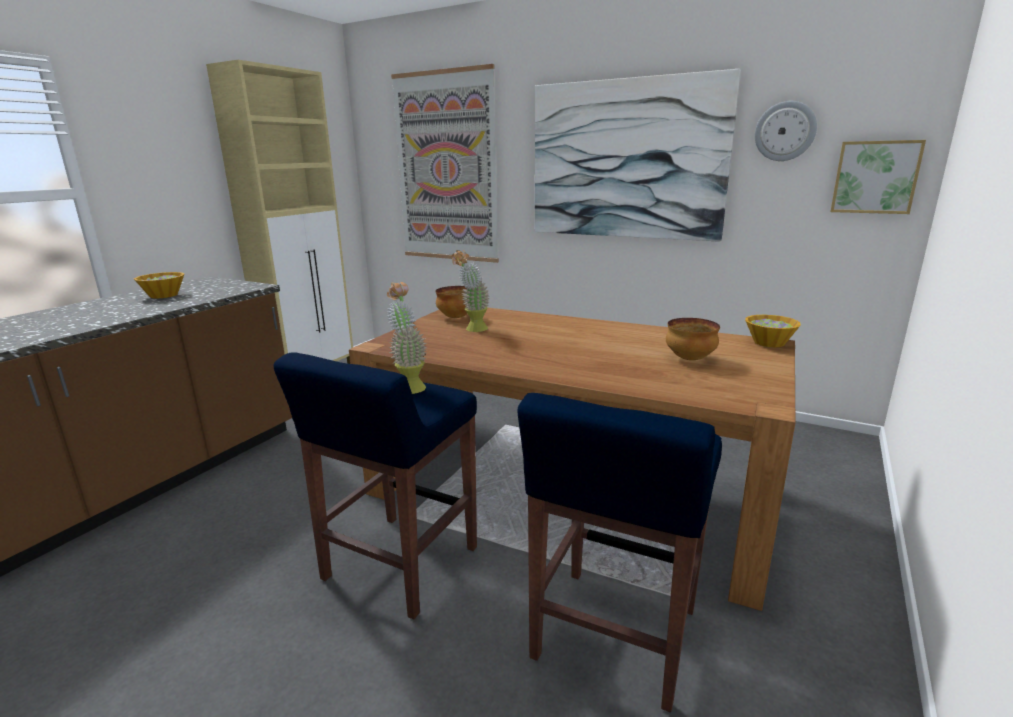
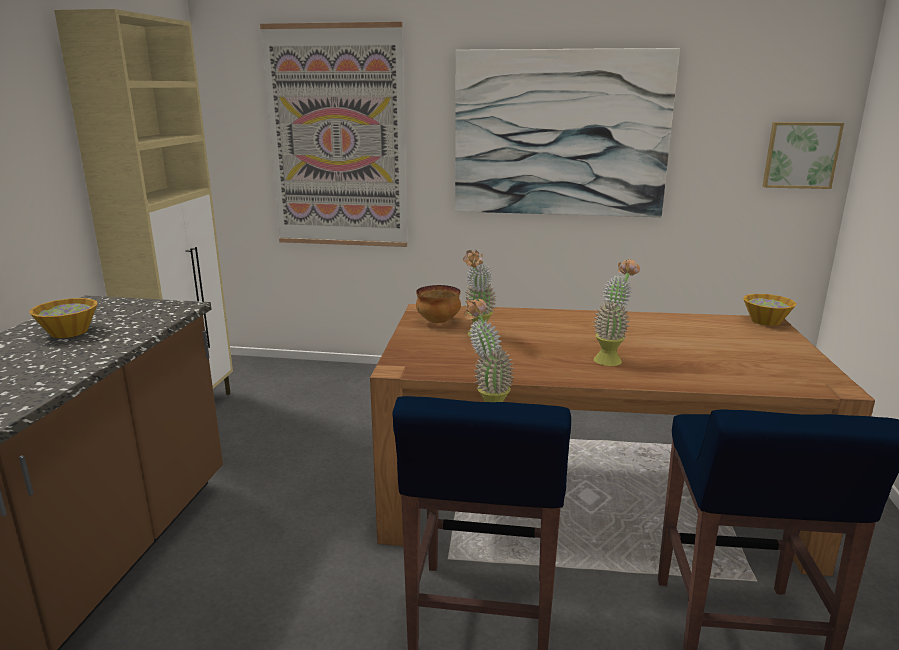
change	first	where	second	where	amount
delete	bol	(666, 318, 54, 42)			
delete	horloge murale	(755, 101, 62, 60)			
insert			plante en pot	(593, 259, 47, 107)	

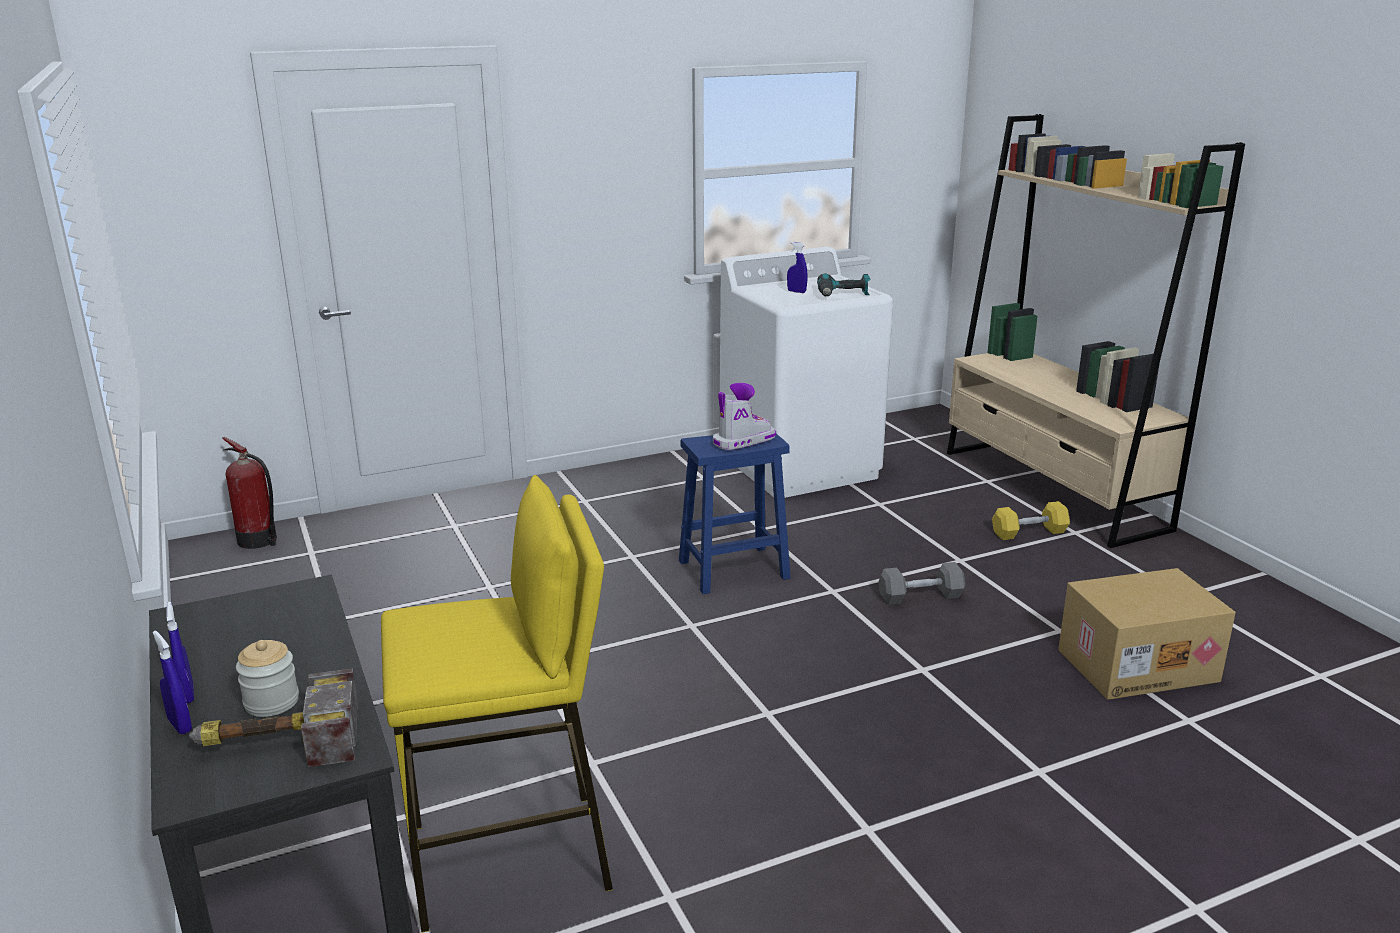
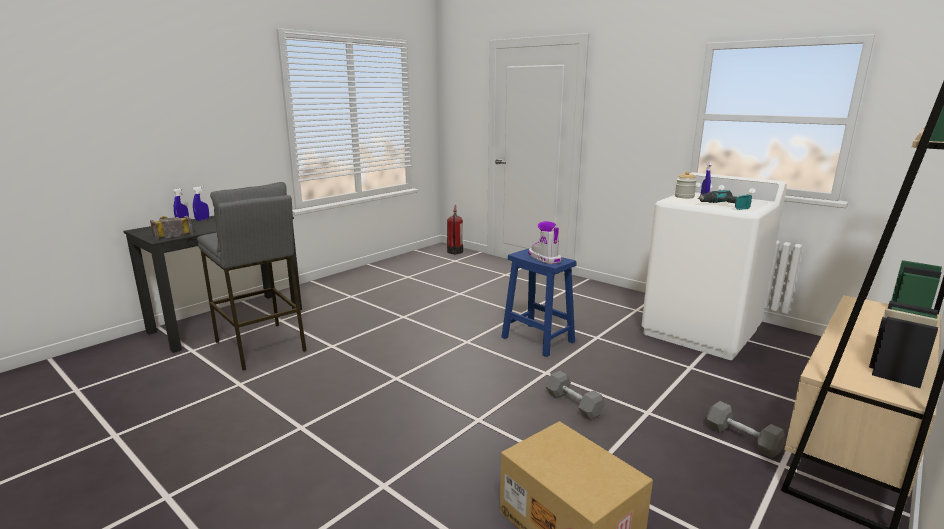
change	first	where	second	where	amount
move	bocal	(236, 640, 63, 77)		(675, 171, 22, 27)	
recolor	tabouret (jaune)	(381, 475, 232, 458)	tabouret (gris)	(197, 182, 110, 189)	
recolor	haltère (jaune)	(992, 501, 78, 39)	haltère (gris)	(707, 401, 78, 57)	
rotate	botte	(713, 383, 63, 67)		(528, 221, 34, 43)	150 degrees counterclockwise

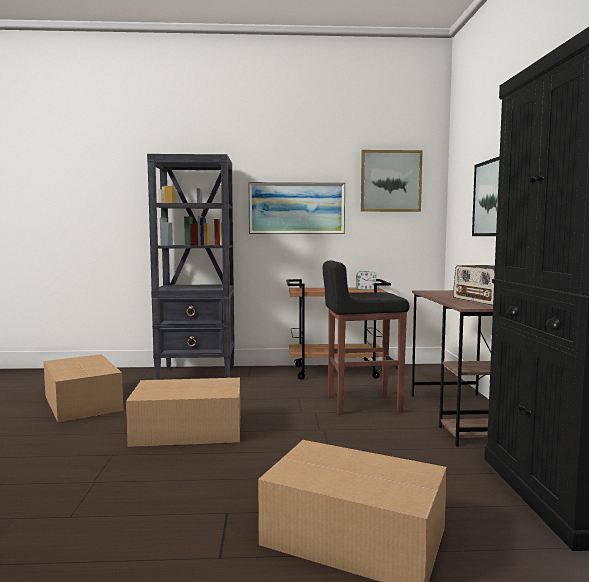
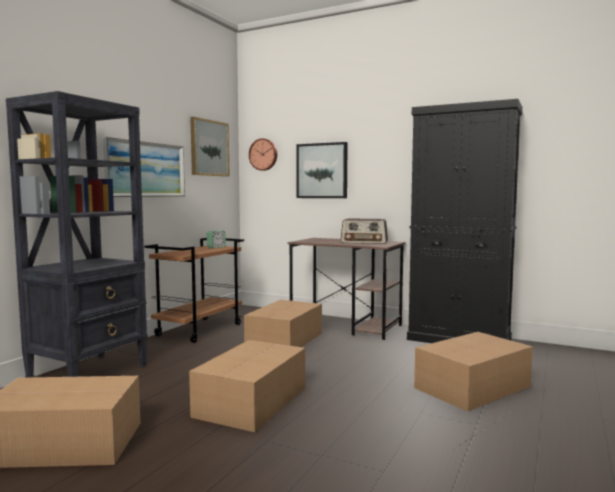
change	first	where	second	where	amount
insert			horloge murale	(249, 138, 28, 33)	
replace	tabouret (noir)	(323, 260, 87, 155)	carton	(244, 300, 78, 47)	

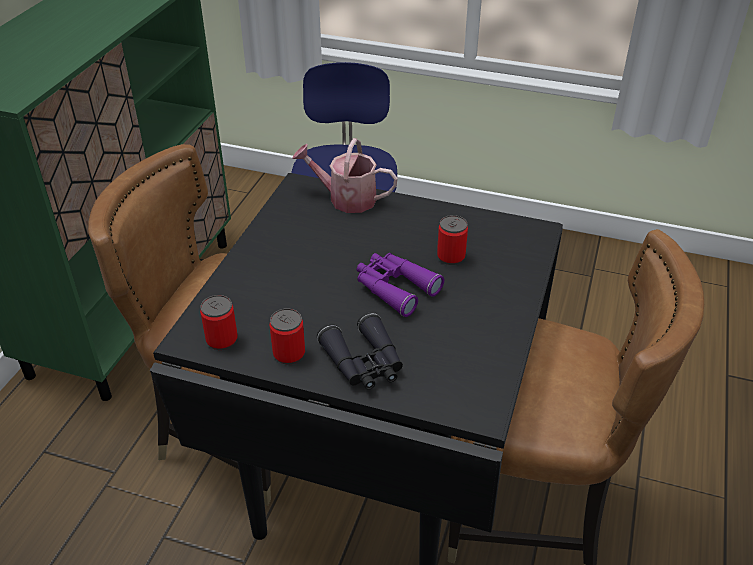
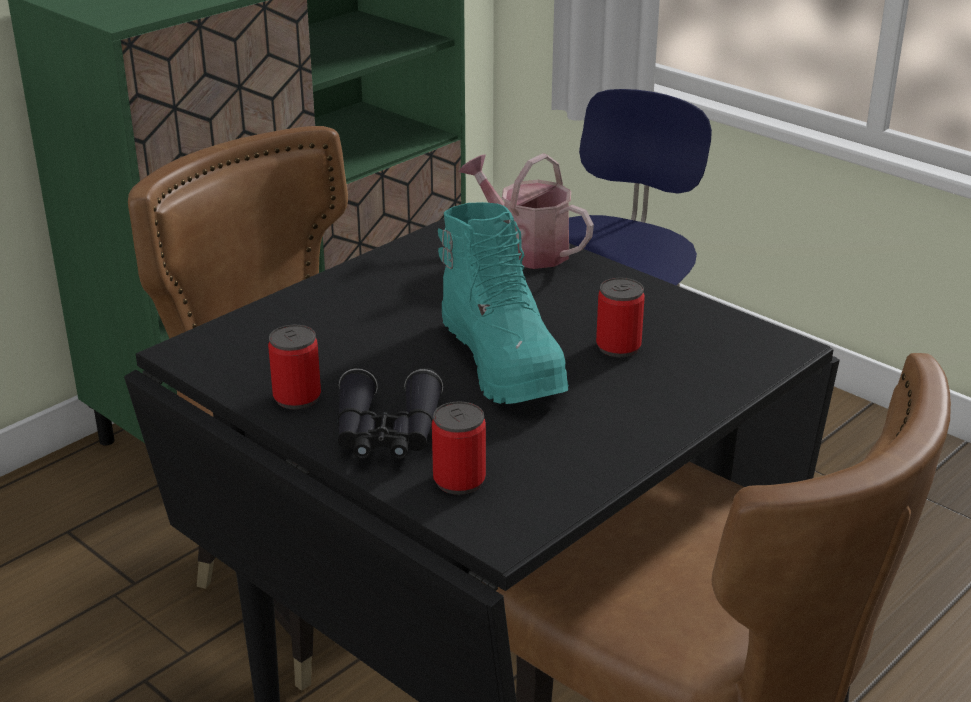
change	first	where	second	where	amount
move	boîte métallique	(200, 295, 38, 55)		(432, 401, 54, 94)	
replace	jumelles (violet)	(357, 253, 87, 64)	botte (turquoise)	(438, 202, 131, 202)	

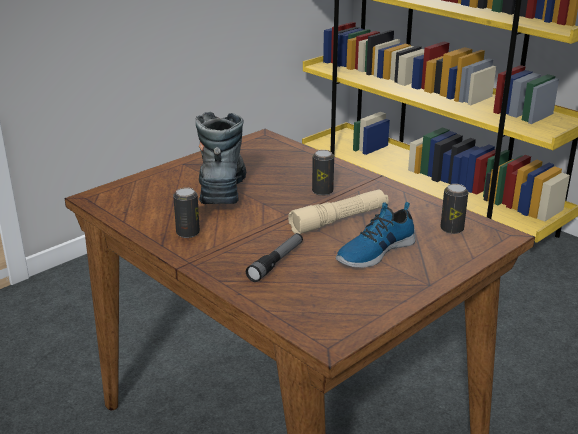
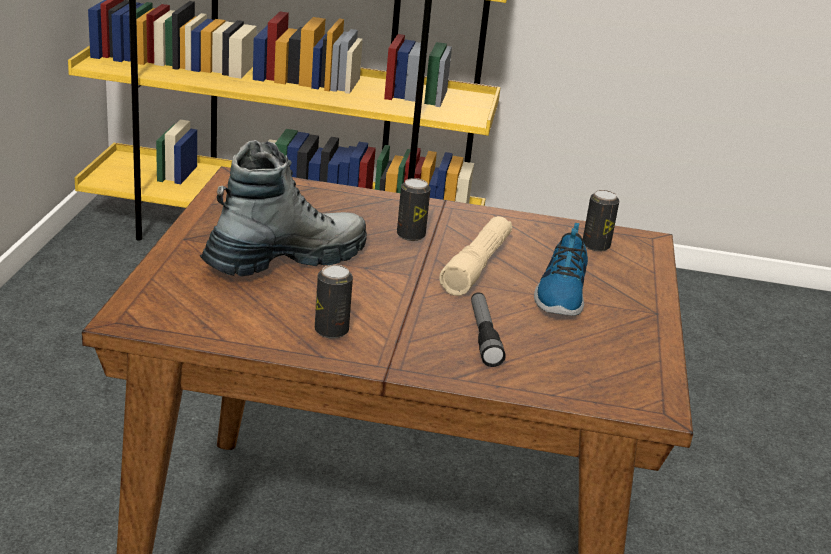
change	first	where	second	where	amount
rotate	botte	(196, 112, 50, 92)		(200, 140, 167, 137)	90 degrees clockwise

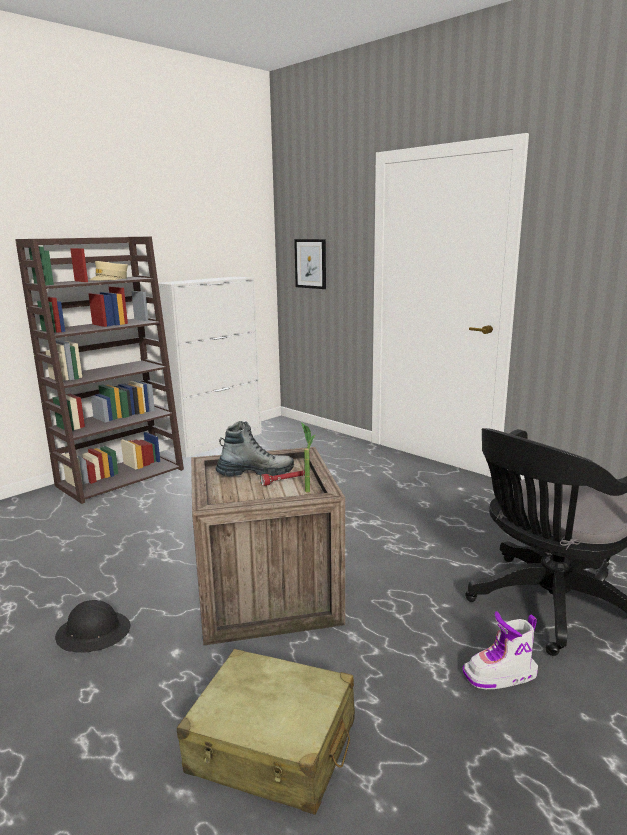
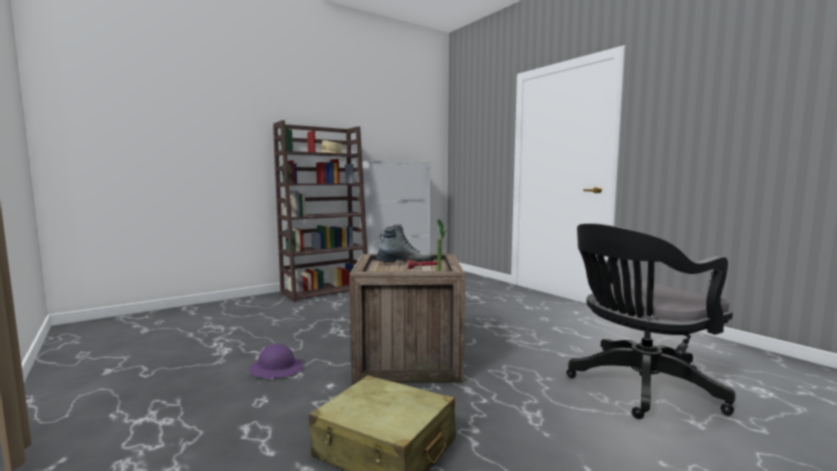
change	first	where	second	where	amount
delete	tableau	(294, 239, 32, 50)			
delete	botte	(463, 611, 75, 78)			
recolor	casque de chantier (noir)	(55, 600, 76, 53)	casque de chantier (violet)	(249, 344, 55, 34)	

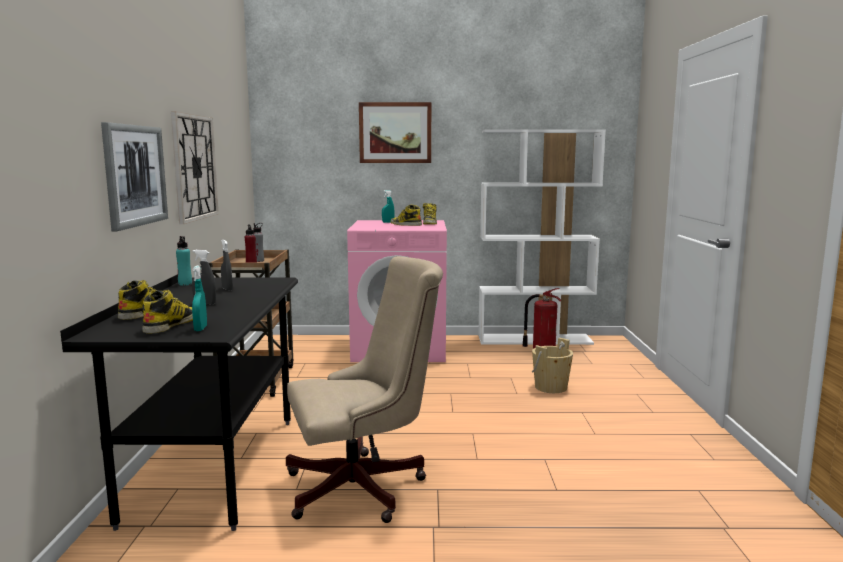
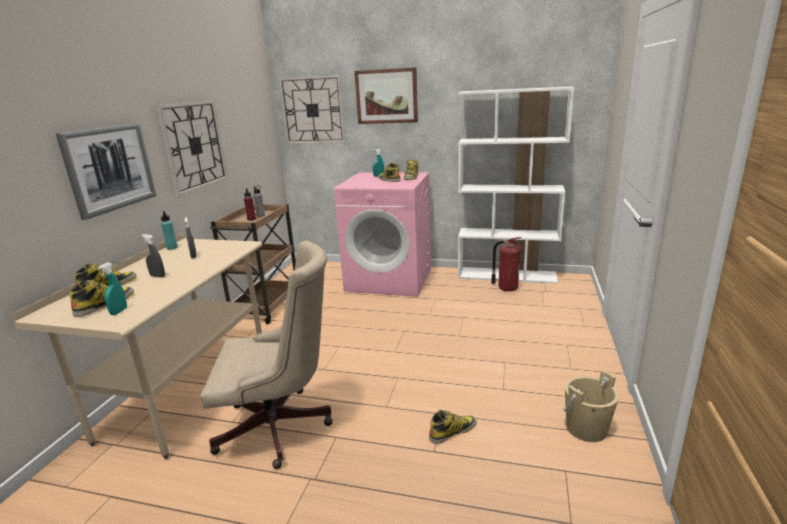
change	first	where	second	where	amount
insert			horloge murale	(279, 75, 67, 69)	
insert			botte	(429, 409, 47, 35)	
move	seau (beige)	(532, 338, 41, 55)		(563, 370, 56, 72)	
recolor	bureau (noir)	(60, 274, 238, 257)	bureau (beige)	(11, 233, 251, 226)	

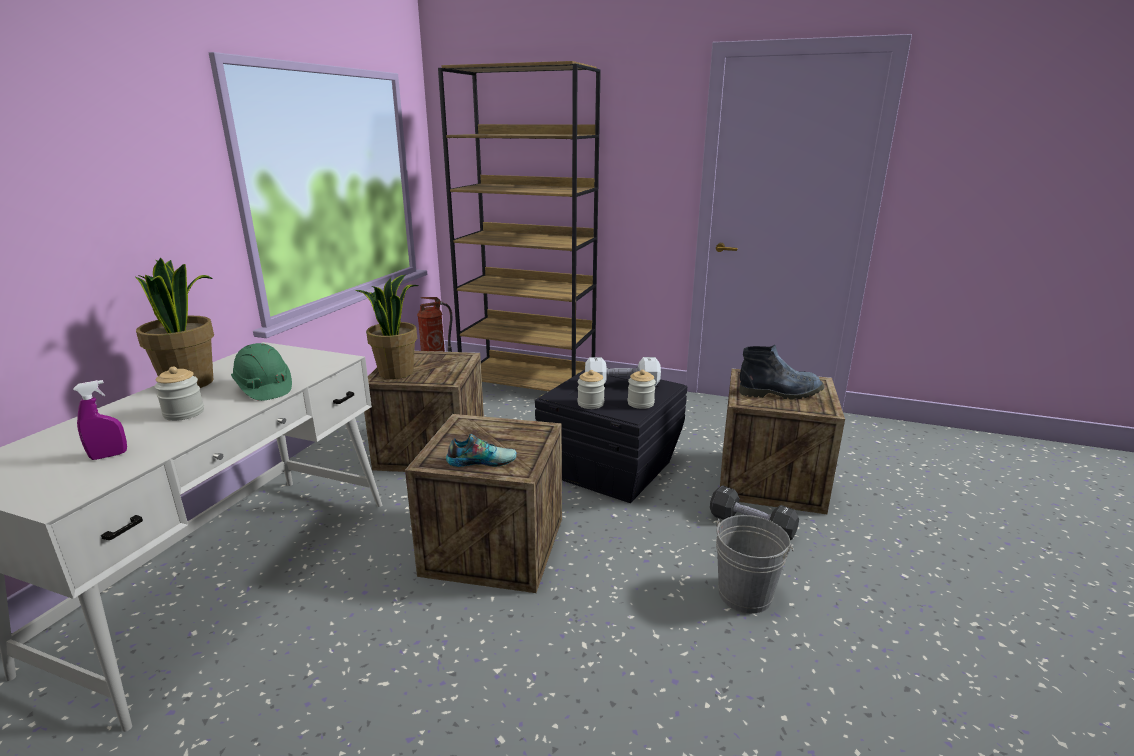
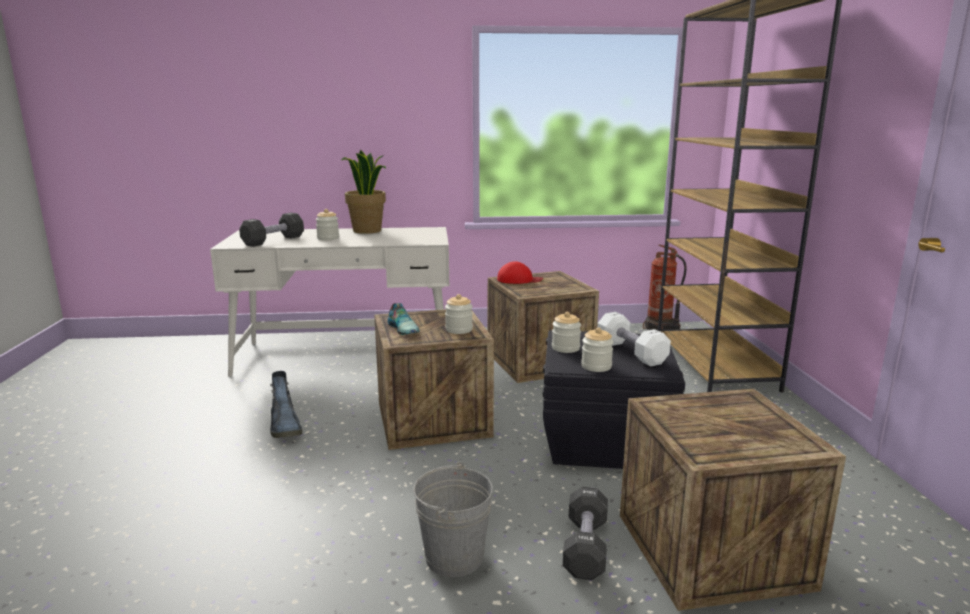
change	first	where	second	where	amount
delete	casque de chantier (vert)	(231, 343, 61, 58)			
insert			bocal	(445, 294, 28, 40)	
move	botte	(739, 345, 86, 55)		(270, 371, 32, 67)	
replace	vaporisateur (violet)	(73, 380, 54, 80)	haltère (noir)	(239, 213, 65, 34)	
replace	plante en pot	(355, 274, 64, 105)	casquette (rouge)	(497, 261, 46, 23)	

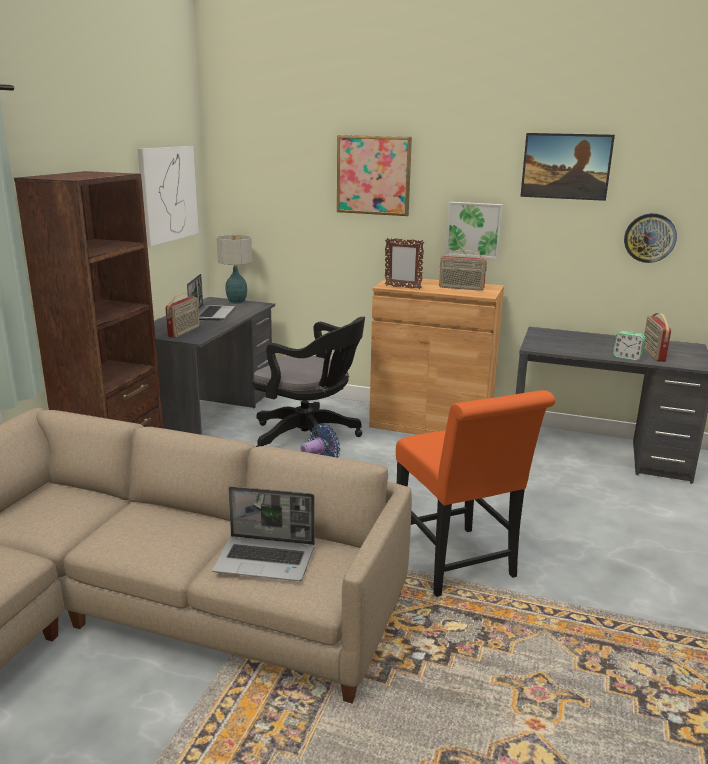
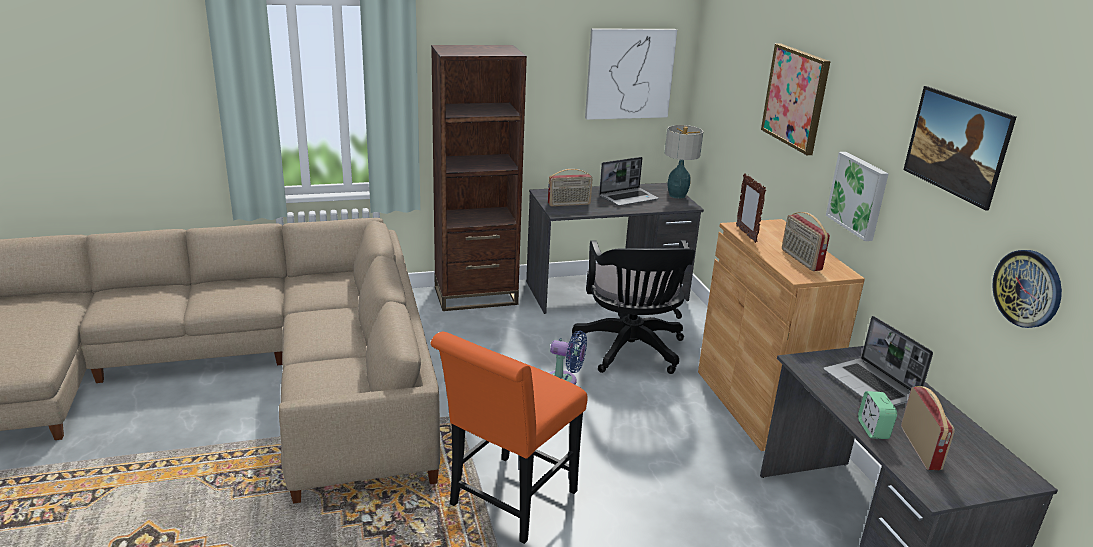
change	first	where	second	where	amount
move	ordinateur portable	(212, 486, 103, 95)		(823, 316, 110, 90)	
rotate	radio	(644, 313, 27, 49)		(901, 386, 54, 84)	120 degrees clockwise

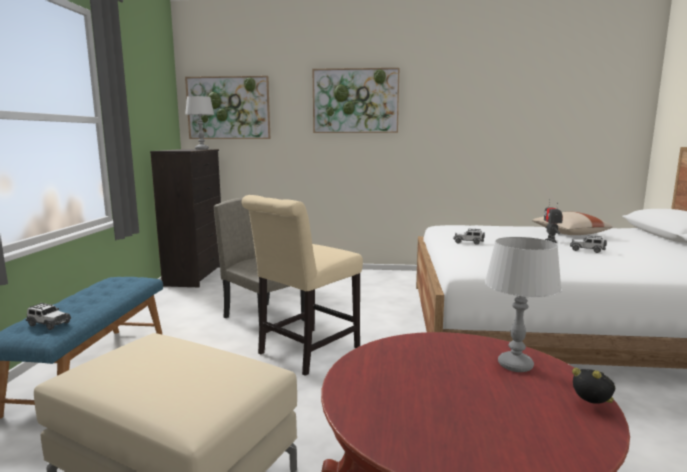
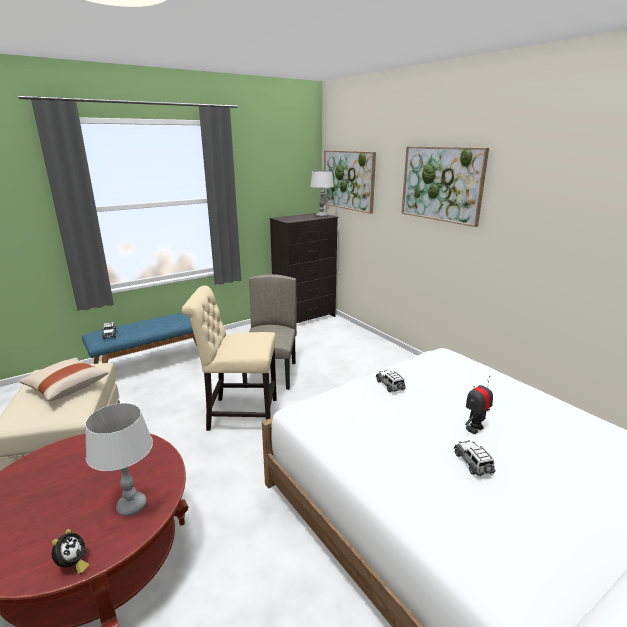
change	first	where	second	where	amount
move	coussin (beige)	(532, 212, 81, 23)		(18, 358, 90, 43)	

